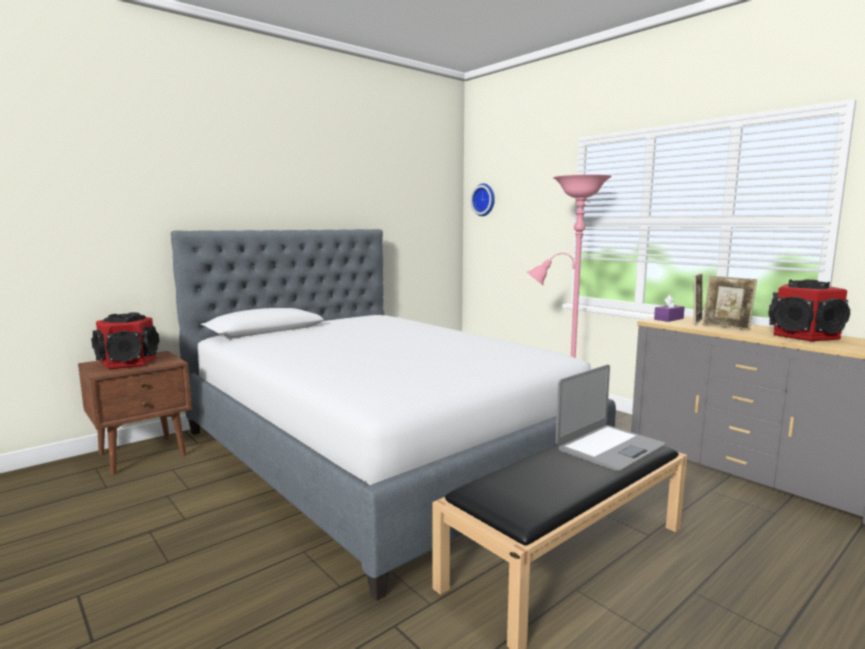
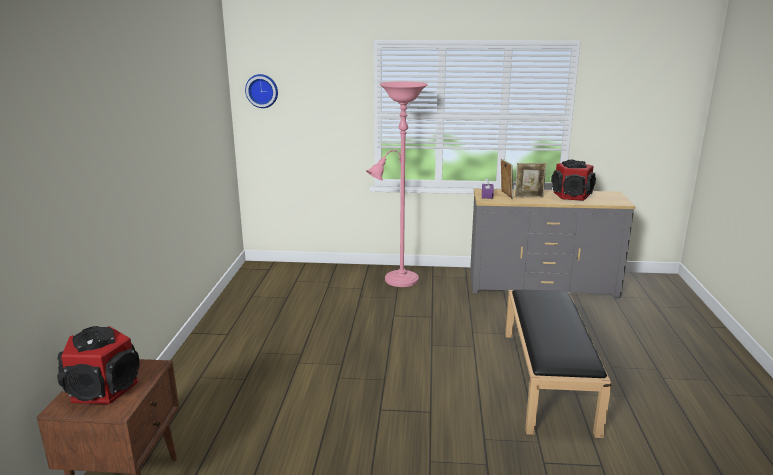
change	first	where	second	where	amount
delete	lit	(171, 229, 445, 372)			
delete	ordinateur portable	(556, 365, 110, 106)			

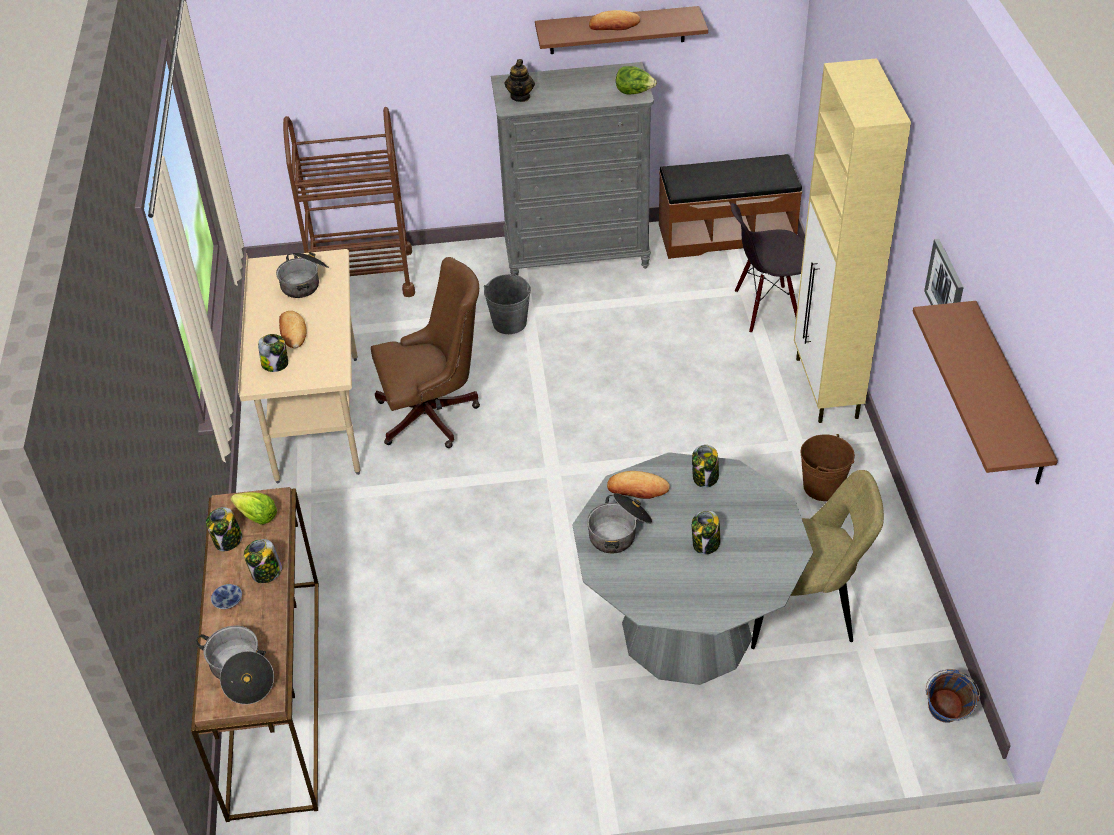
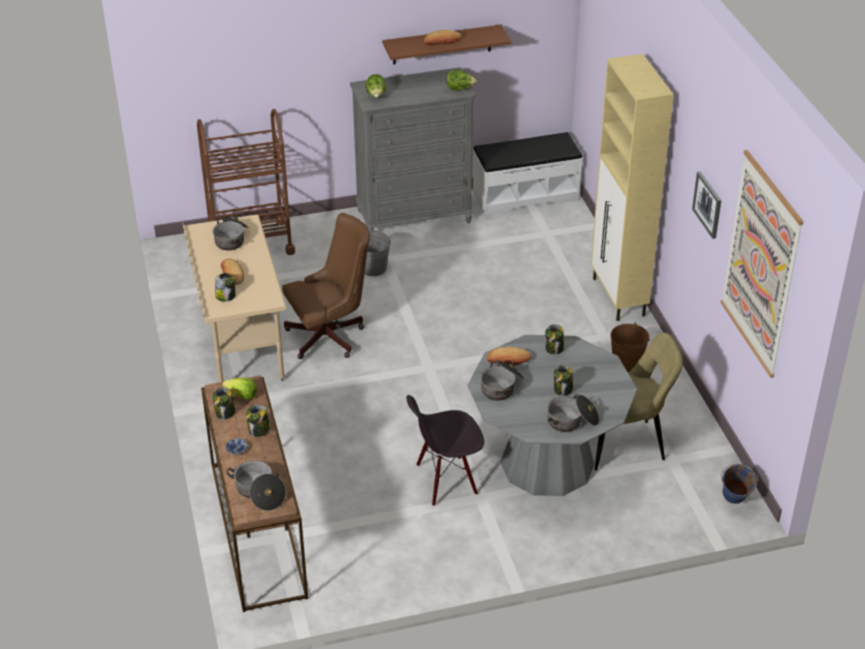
change	first	where	second	where	amount
insert			marmite	(547, 394, 52, 38)	
move	chaise (noir)	(731, 203, 73, 130)		(407, 395, 77, 111)	
replace	théière	(505, 59, 30, 43)	laitue	(366, 74, 20, 24)	
replace	étagère (marron)	(913, 301, 145, 183)	tableau	(721, 150, 83, 228)	
recolor	banc (marron)	(659, 154, 143, 105)	banc (blanc)	(473, 132, 110, 83)	

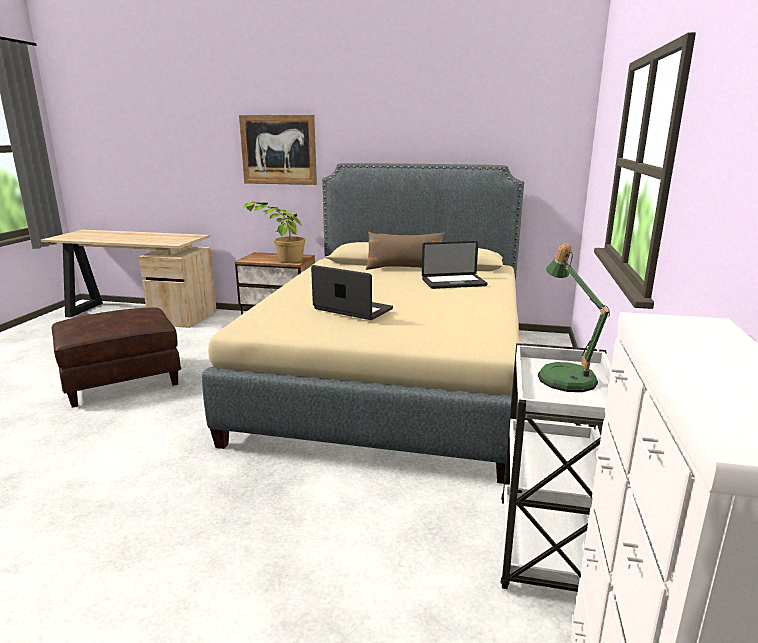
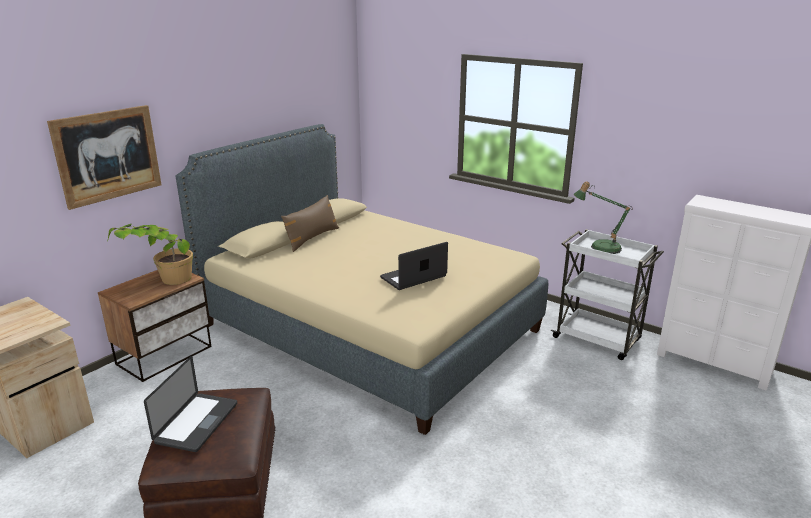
change	first	where	second	where	amount
move	ordinateur portable	(422, 241, 66, 48)		(144, 356, 93, 96)	

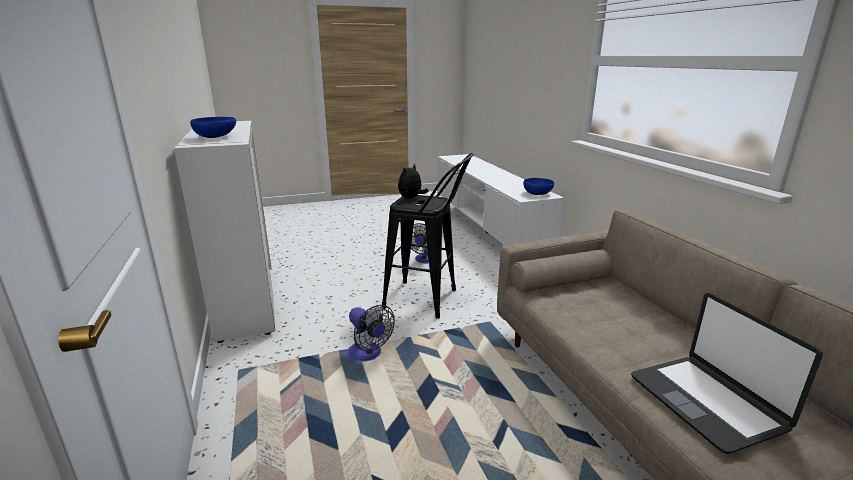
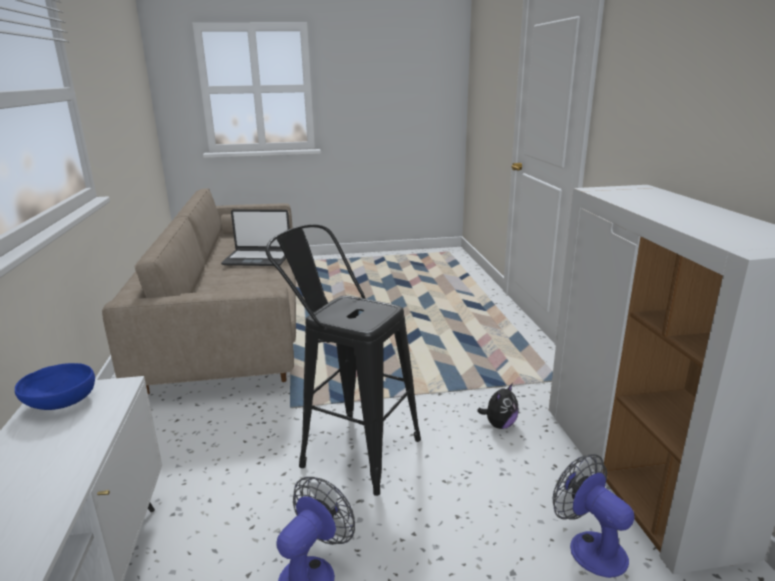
change	first	where	second	where	amount
delete	bol (bleu)	(190, 117, 46, 21)			
move	ventilateur	(348, 305, 47, 57)		(553, 454, 82, 124)	
move	peluche	(398, 164, 30, 35)		(477, 383, 42, 46)	
rotate	ordinateur portable	(631, 293, 192, 161)		(221, 209, 69, 57)	105 degrees clockwise

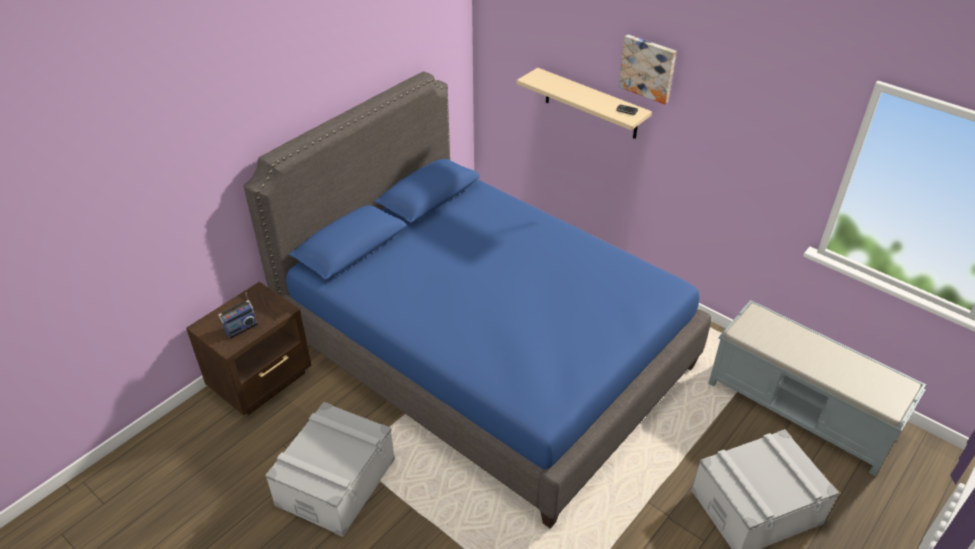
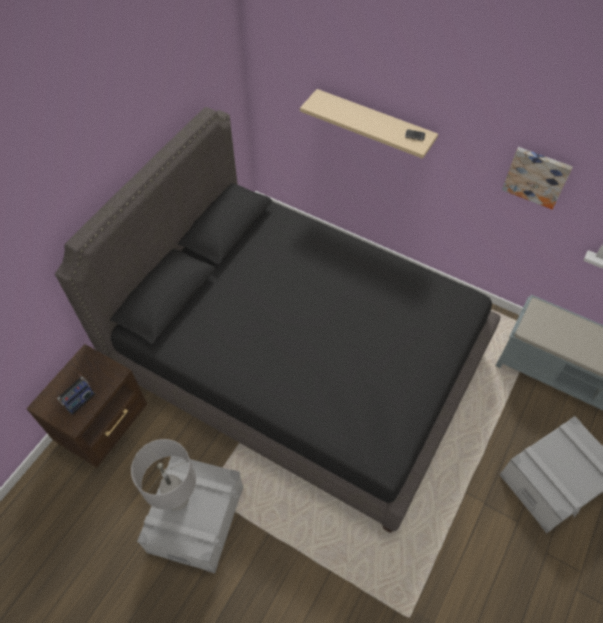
change	first	where	second	where	amount
insert			lampe de table (gris)	(131, 439, 65, 72)	
move	tableau	(619, 35, 58, 69)		(502, 147, 71, 62)	
recolor	lit (bleu)	(243, 71, 468, 458)	lit (noir)	(55, 107, 445, 426)	

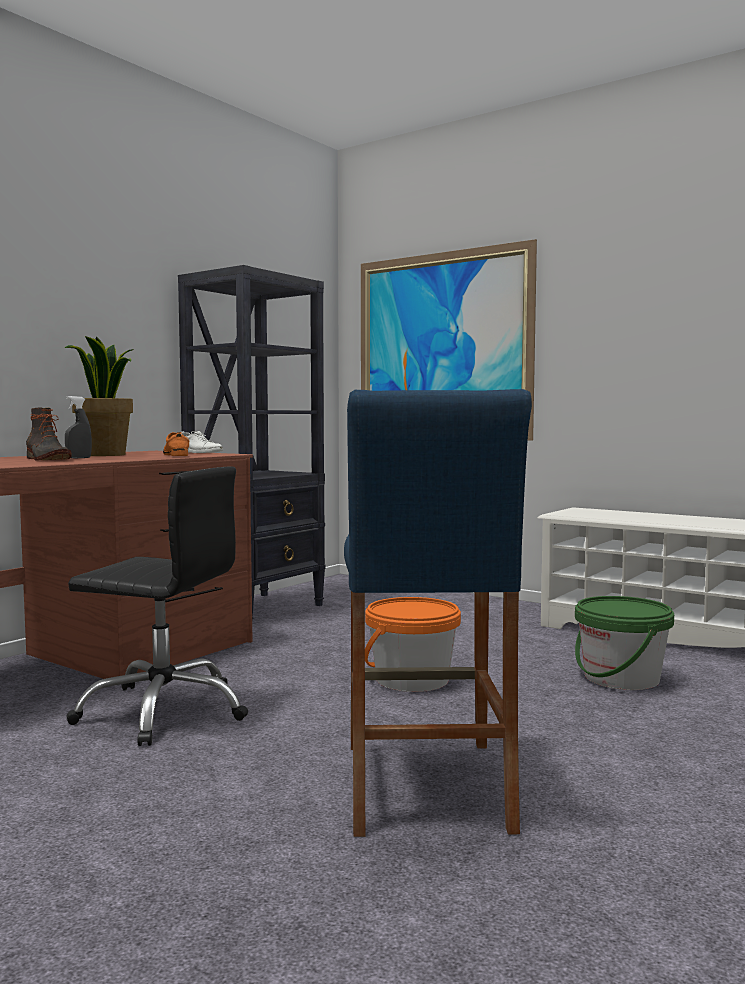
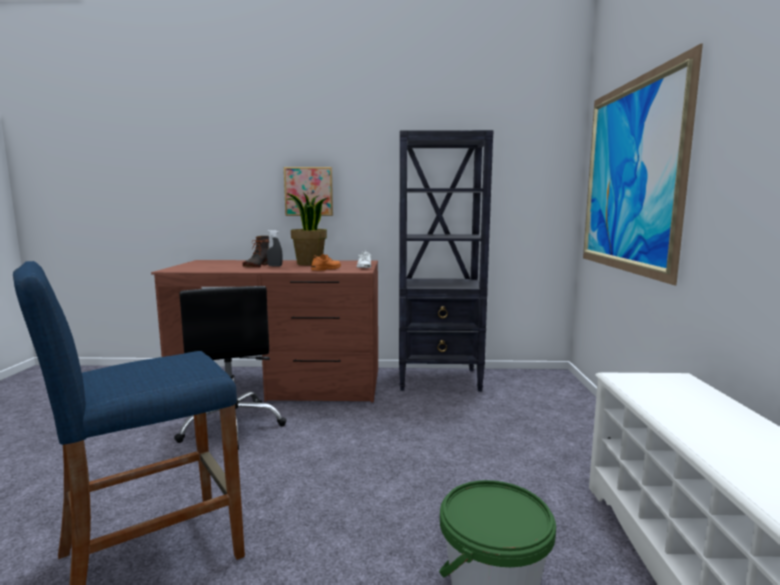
change	first	where	second	where	amount
delete	seau (orange)	(365, 597, 96, 95)			
insert			tableau	(284, 167, 49, 49)	

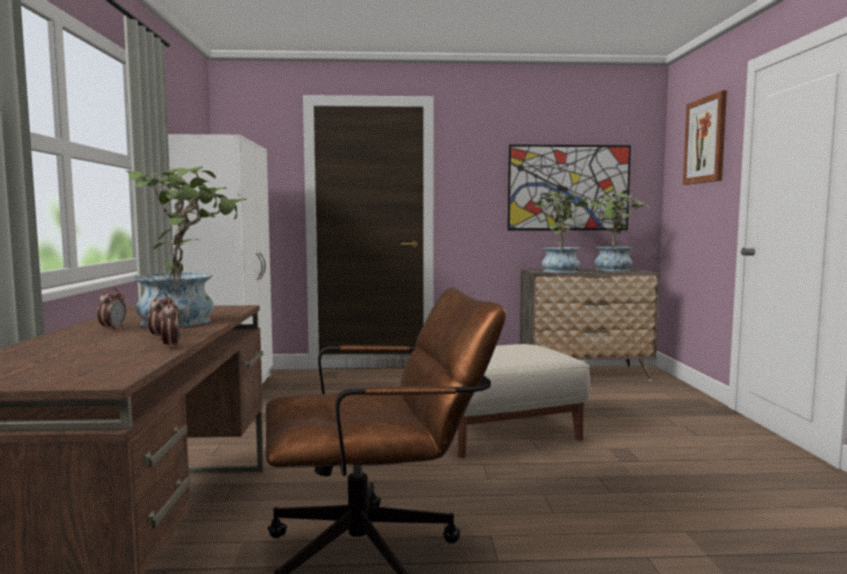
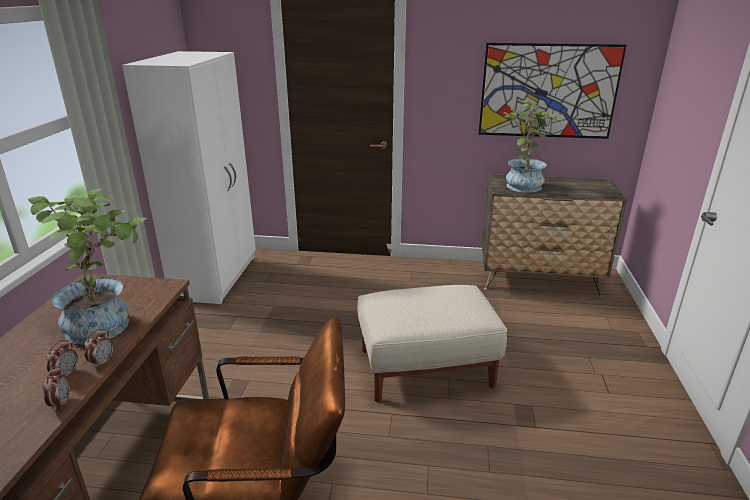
change	first	where	second	where	amount
delete	plante en pot	(589, 190, 60, 82)			
delete	tableau	(683, 91, 44, 94)			
move	réveil	(97, 287, 29, 43)		(84, 329, 29, 39)	

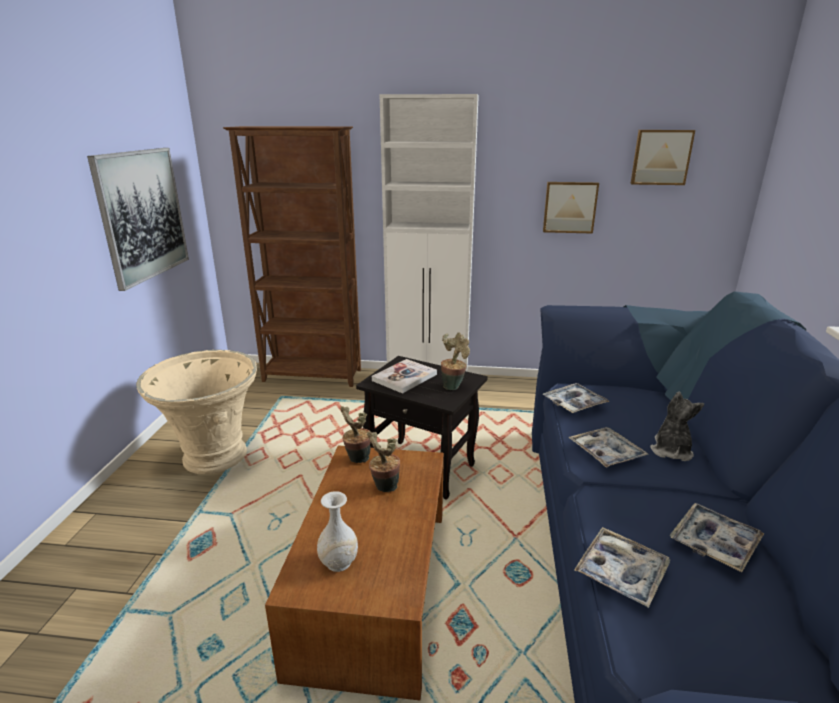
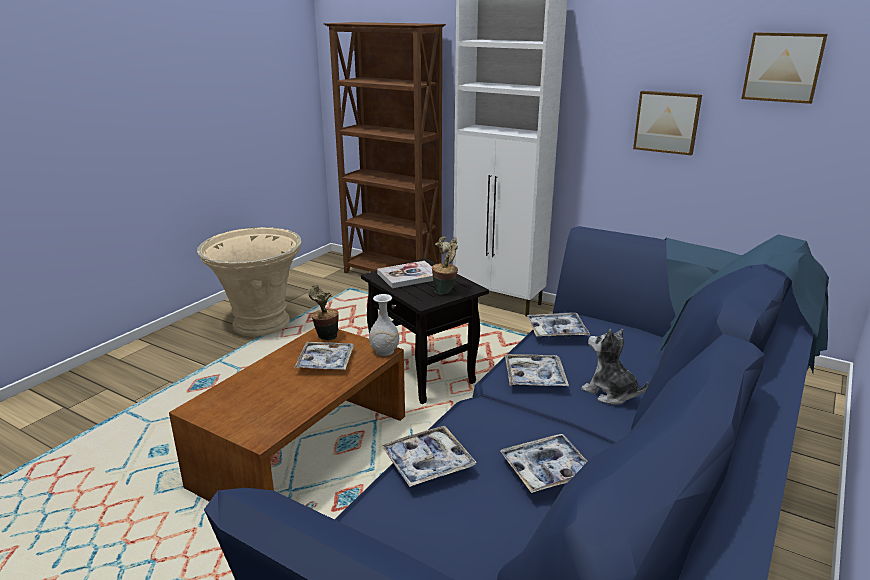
change	first	where	second	where	amount
delete	tableau	(87, 148, 102, 143)			
move	vase (blanc)	(317, 491, 41, 81)		(369, 294, 30, 62)	
replace	plante en pot	(367, 431, 33, 61)	plateau	(294, 342, 60, 28)	
rotate	peluche	(650, 392, 54, 69)		(581, 329, 68, 76)	90 degrees counterclockwise

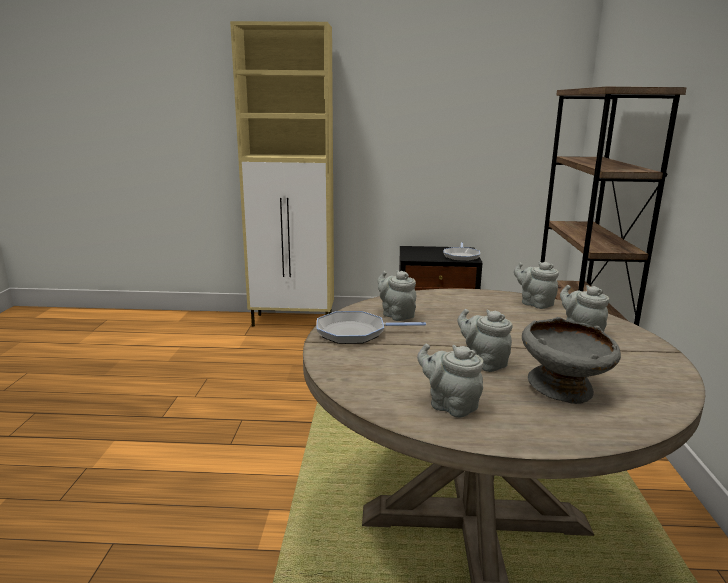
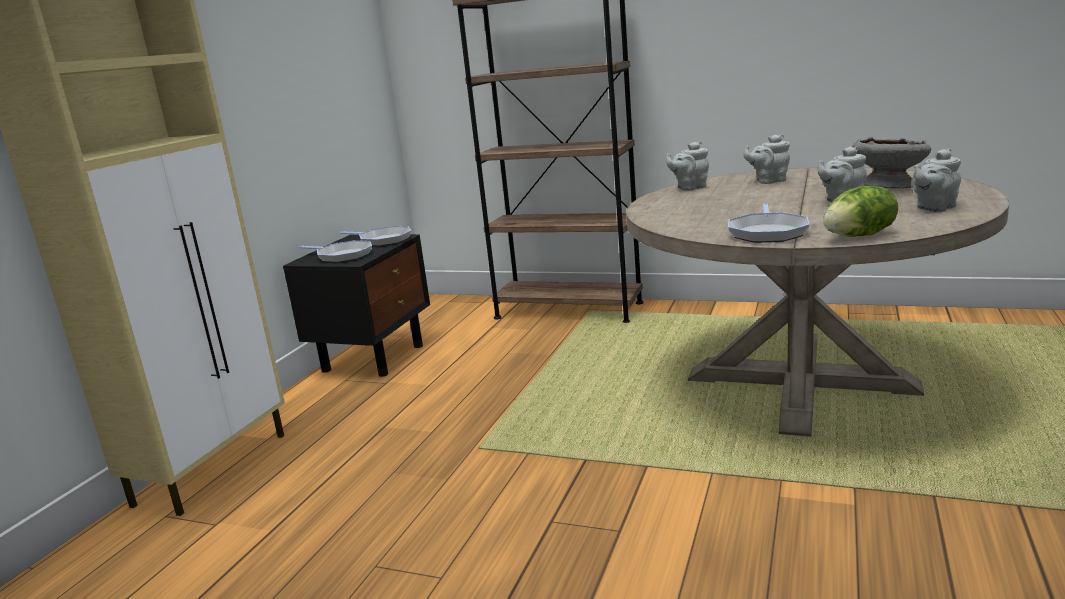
change	first	where	second	where	amount
delete	théière (gris)	(378, 270, 38, 51)			
insert			poêle	(299, 240, 73, 23)	
insert			laitue	(823, 186, 75, 51)	

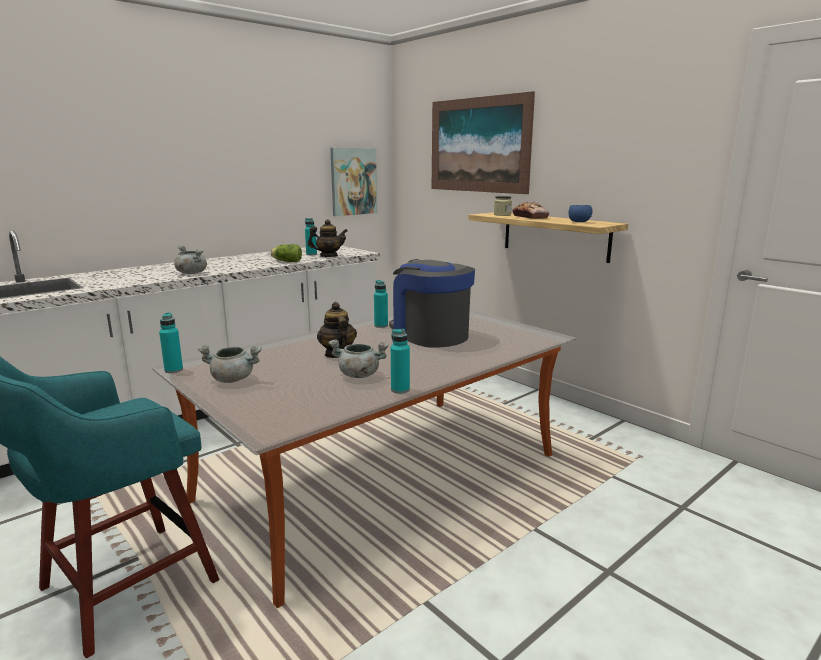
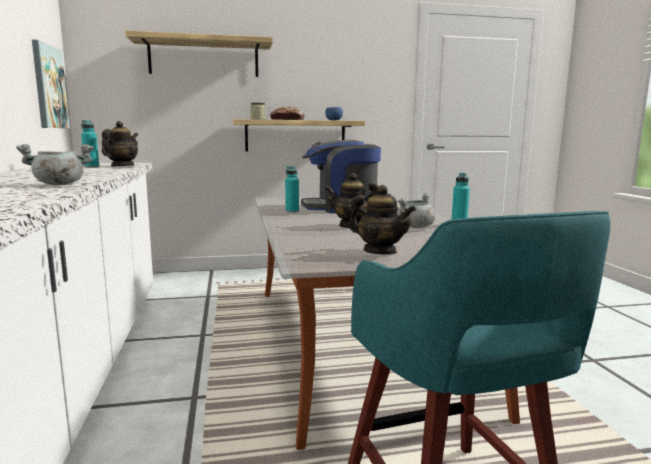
change	first	where	second	where	amount
delete	bouteille (turquoise)	(159, 313, 24, 60)			
delete	laitue	(270, 244, 32, 18)			
replace	marmite (gris)	(198, 345, 64, 38)	théière	(349, 185, 67, 70)	
replace	tableau	(432, 91, 103, 103)	étagère	(125, 31, 148, 46)	

